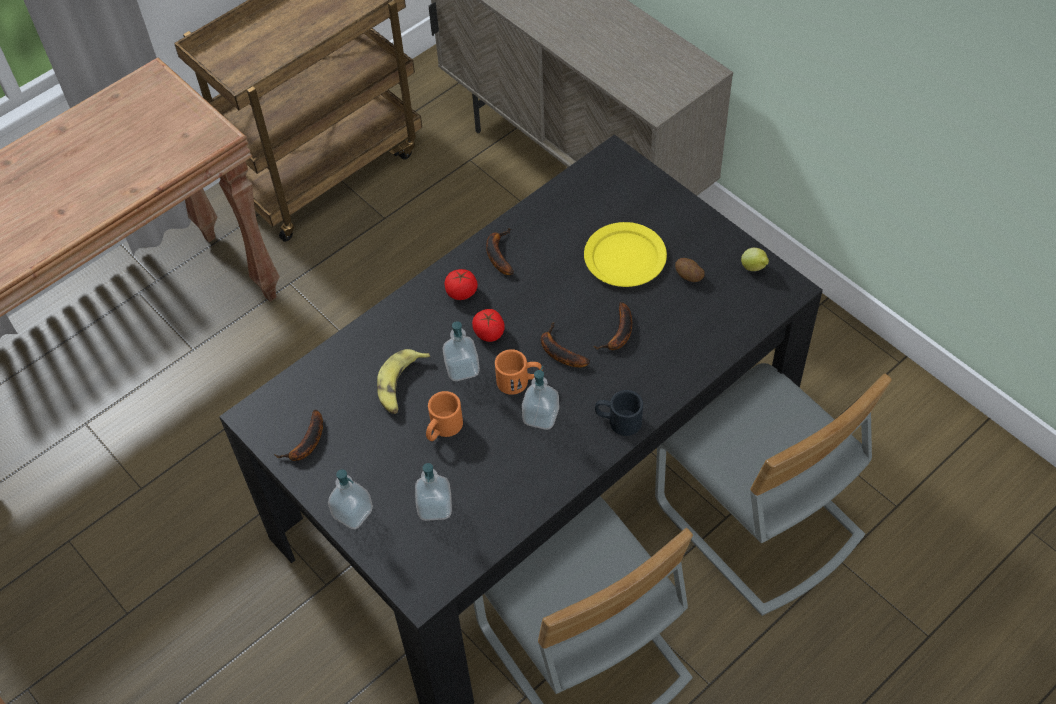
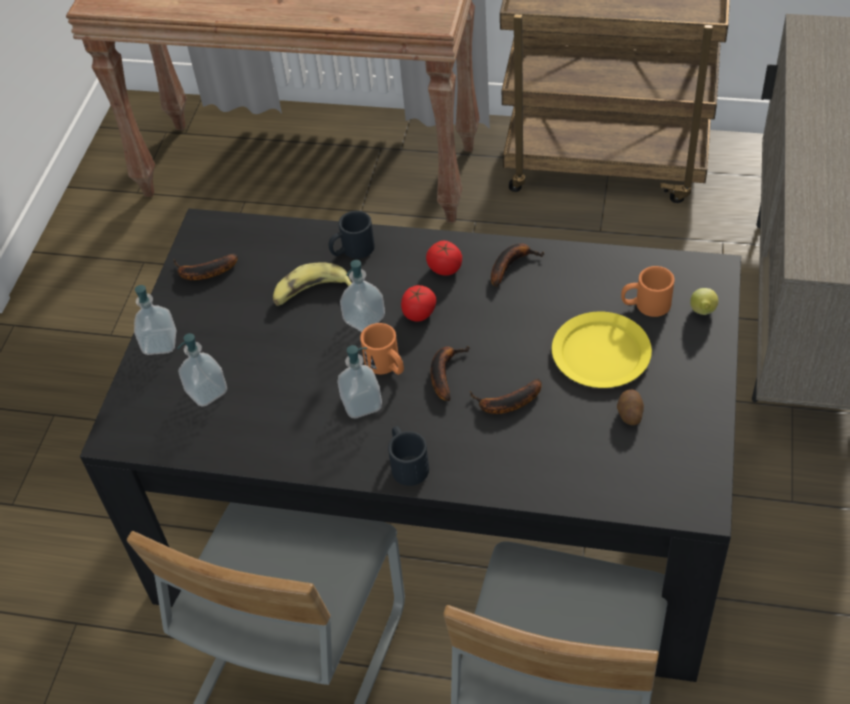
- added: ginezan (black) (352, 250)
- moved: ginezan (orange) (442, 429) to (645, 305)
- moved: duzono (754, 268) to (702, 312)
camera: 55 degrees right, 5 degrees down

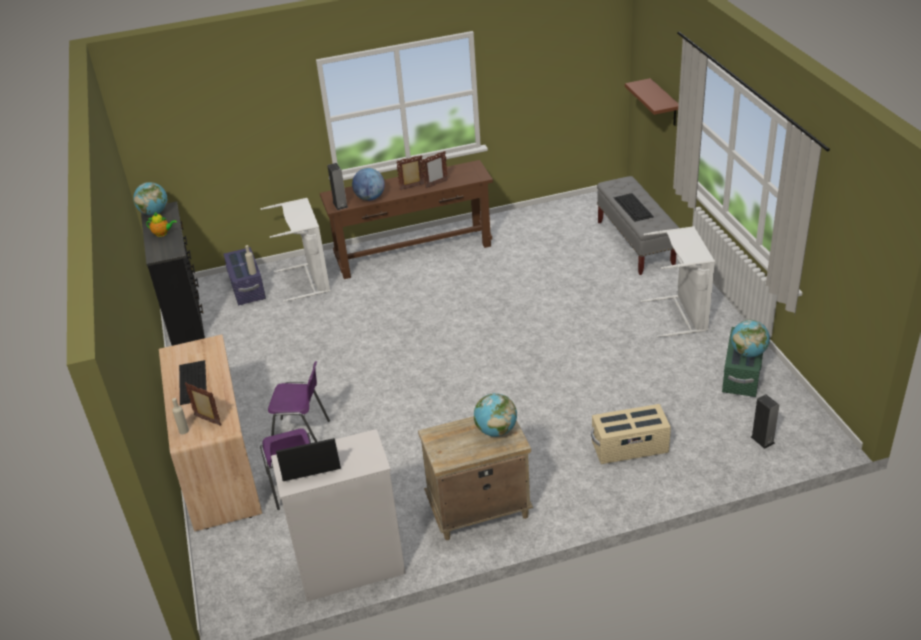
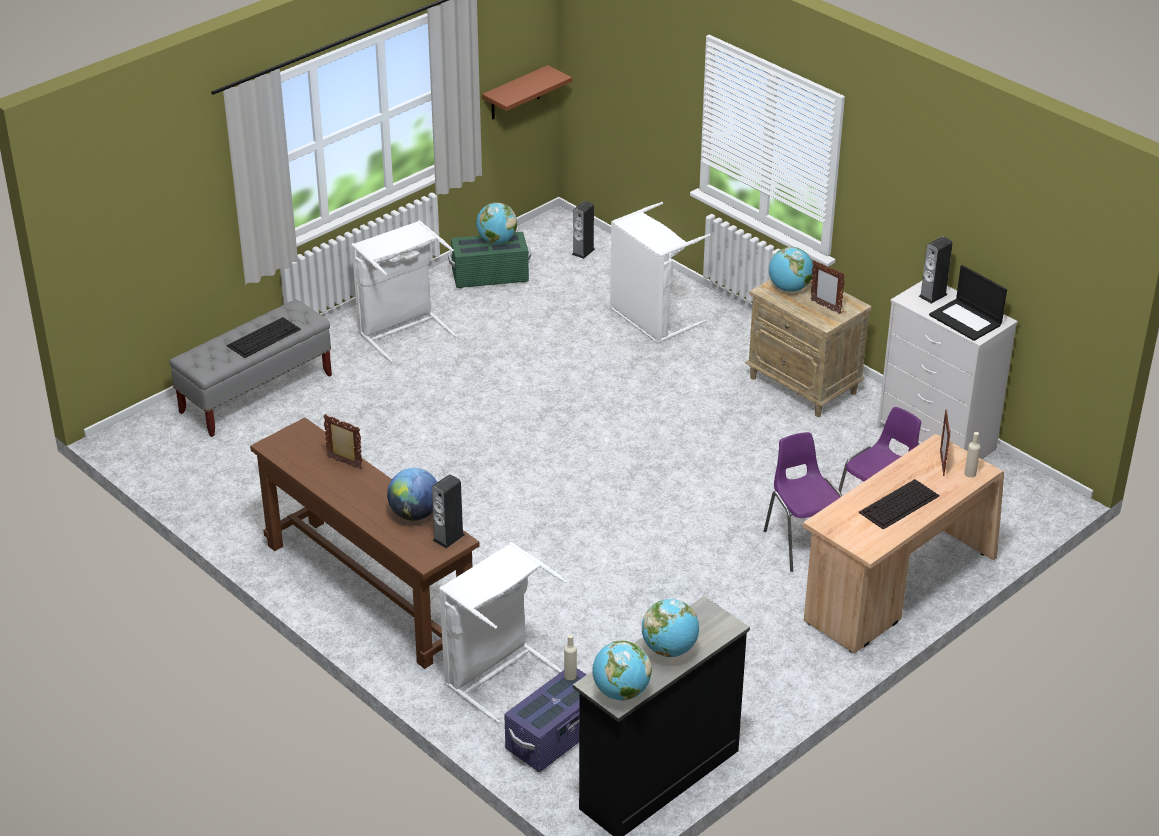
- added: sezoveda (933, 295)
- moved: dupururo (412, 187) to (825, 307)
- moved: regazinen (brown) (664, 103) to (515, 93)
- replaced: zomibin (162, 234) to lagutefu (669, 649)
- replaced: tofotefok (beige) (630, 448) to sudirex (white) (649, 319)
camera: 120 degrees left, 0 degrees up

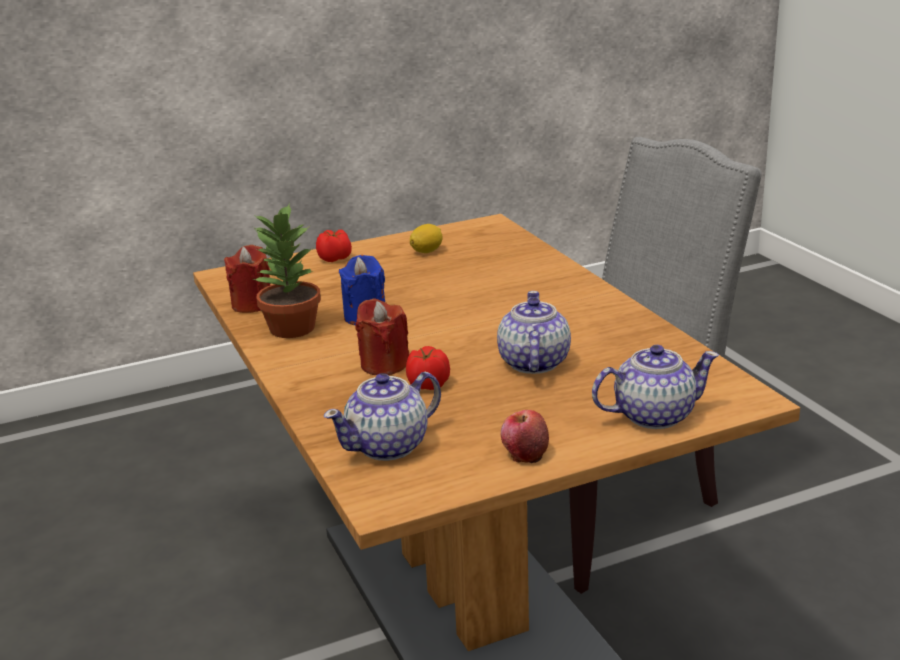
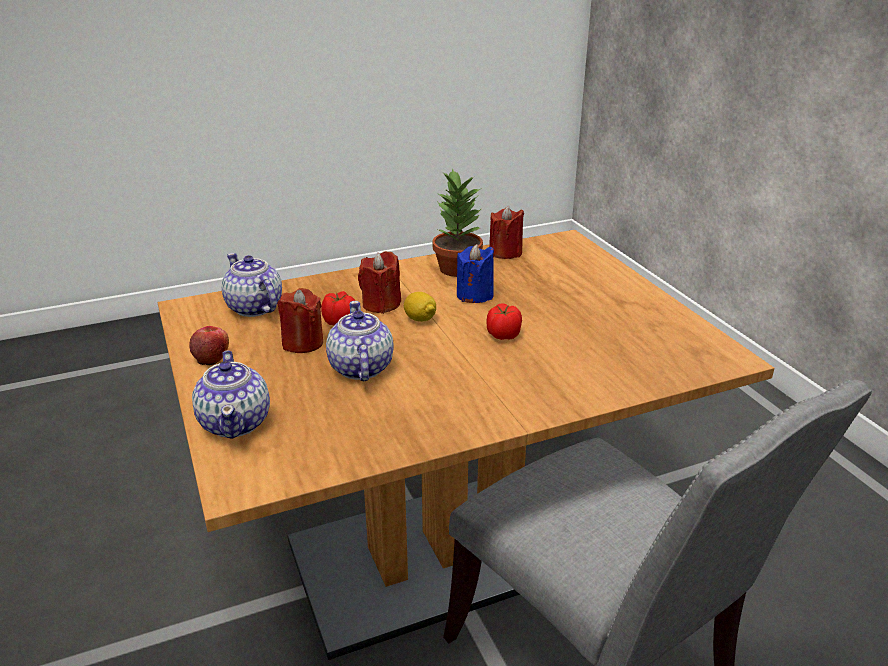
- added: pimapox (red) (302, 343)
- moved: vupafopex (335, 259) to (503, 335)
- moved: duzono (427, 251) to (420, 319)
- turned: zomibin (533, 363) = (360, 368) 105 degrees counterclockwise
camera: 90 degrees right, 5 degrees up

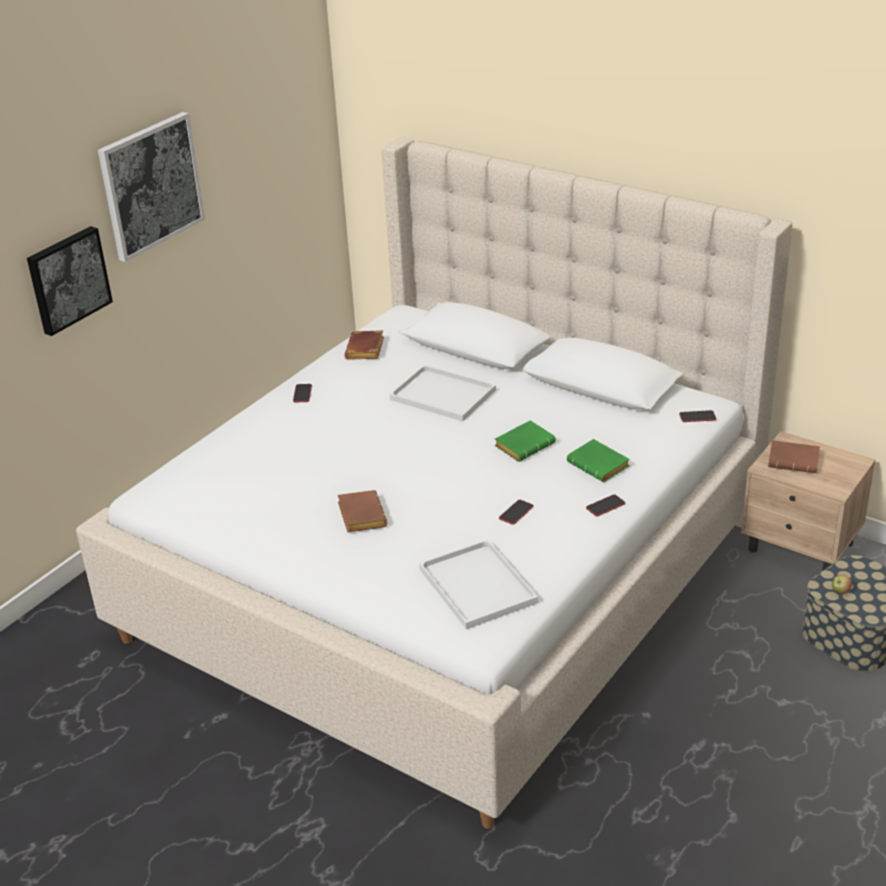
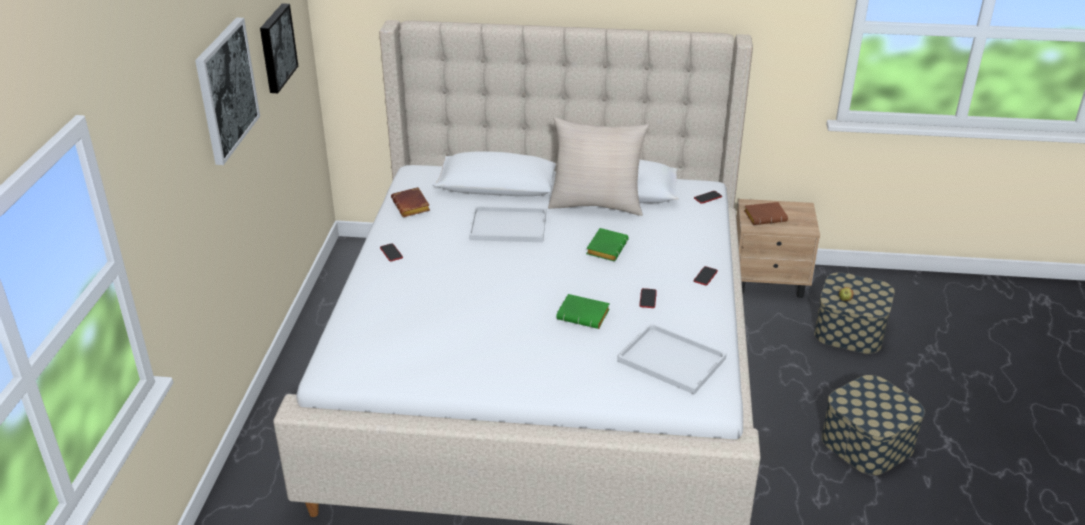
- removed: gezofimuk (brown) (360, 515)
- added: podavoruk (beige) (596, 204)
- added: tofotefok (867, 442)
- moved: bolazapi (67, 279) to (275, 47)
- moved: gezofimuk (green) (600, 465) to (584, 315)
camera: 30 degrees left, 0 degrees up

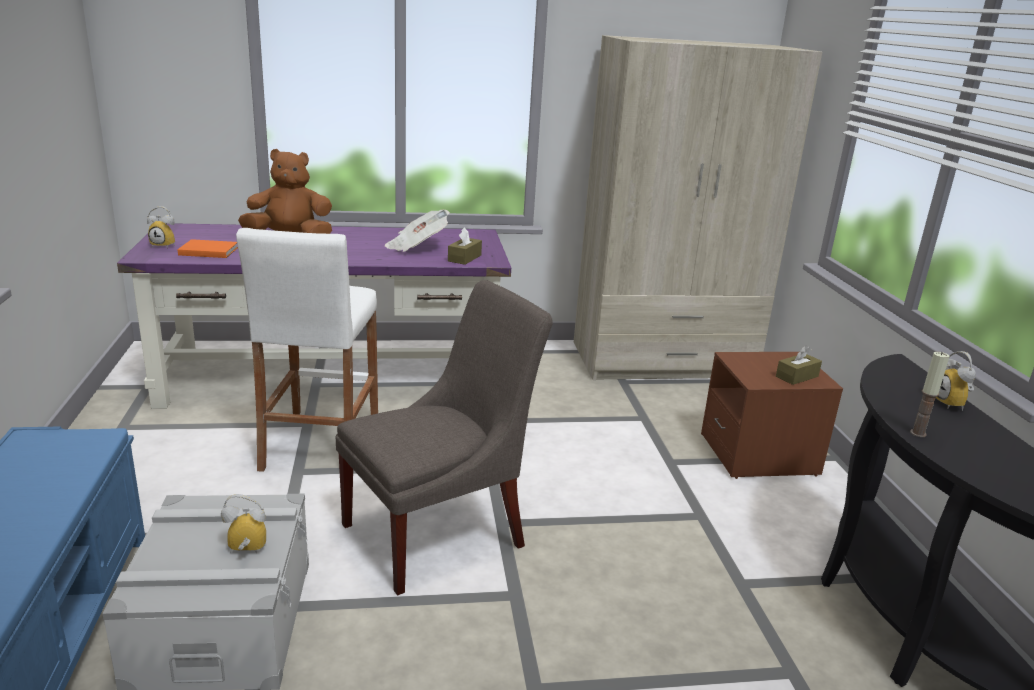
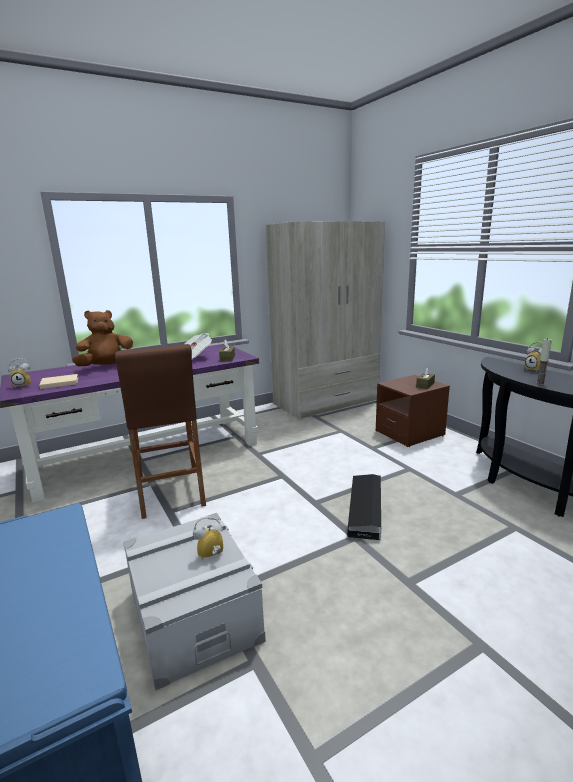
- removed: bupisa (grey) (440, 533)
- added: tofotefok (black) (365, 510)
- recoloured: gezofimuk (orange) (207, 251) to gezofimuk (beige) (58, 383)
- recoloured: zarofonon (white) (320, 443) to zarofonon (brown) (170, 492)
camera: 20 degrees left, 5 degrees down

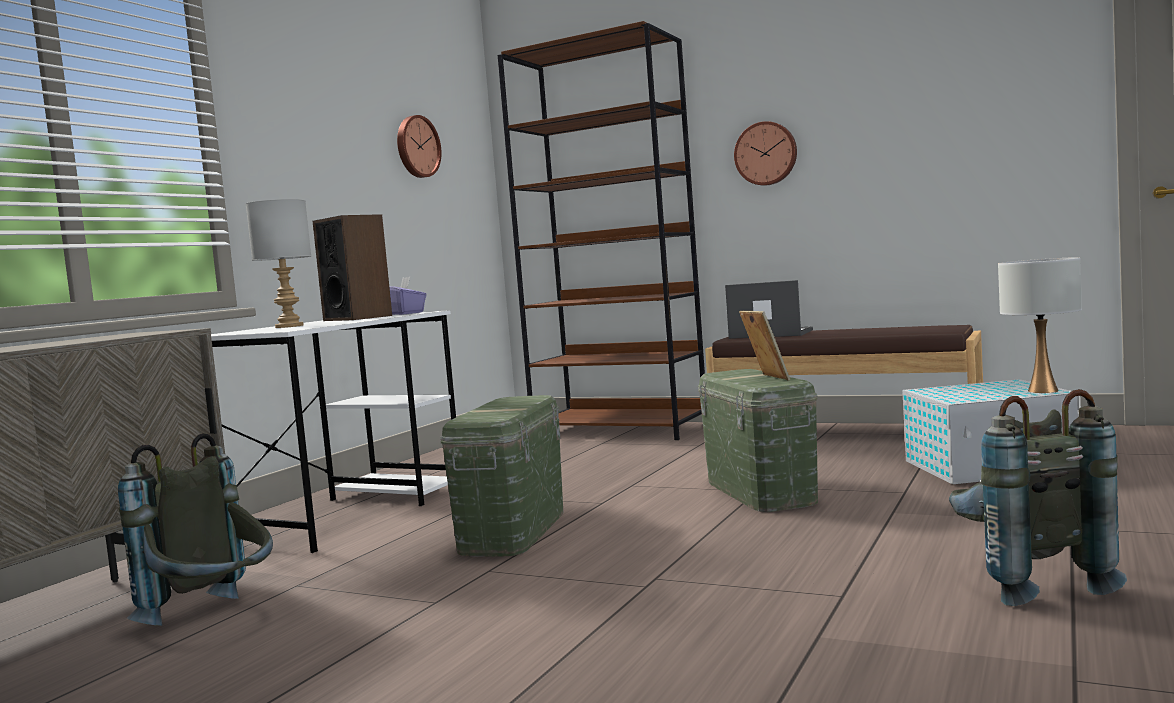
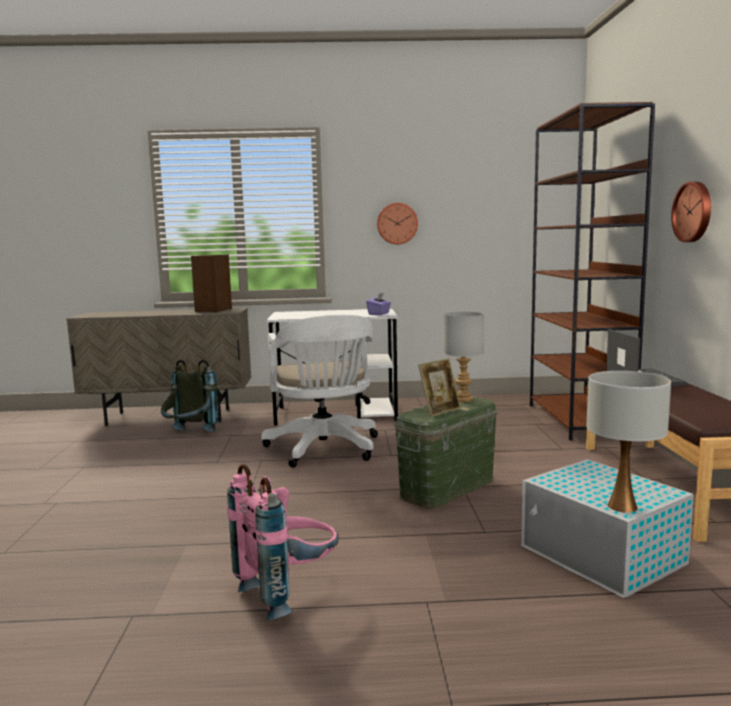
- moved: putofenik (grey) (288, 326) to (462, 399)
- moved: sezoveda (357, 318) to (214, 310)
- moved: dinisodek (416, 147) to (397, 223)
- replaced: tofotefok (green) (514, 531) to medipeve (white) (325, 450)
- recoloured: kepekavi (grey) (1025, 581) to kepekavi (pink) (289, 592)
camera: 60 degrees right, 5 degrees up

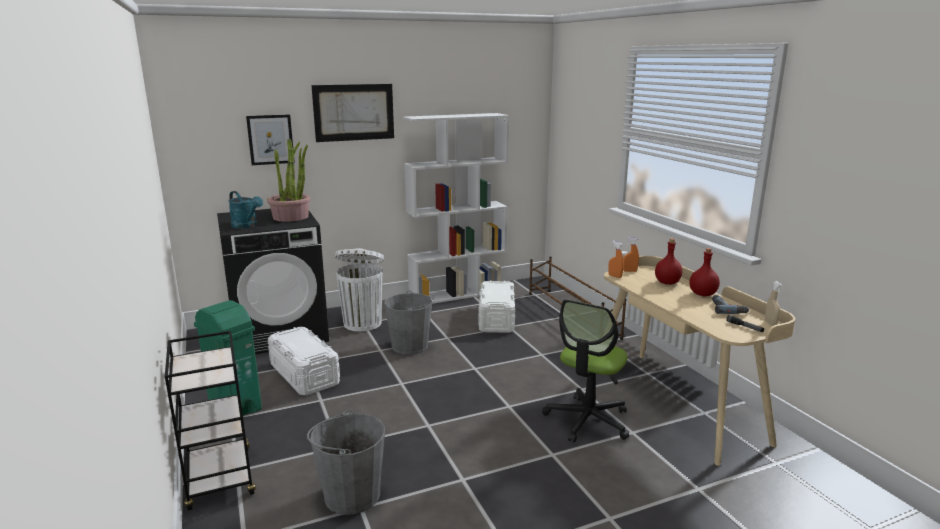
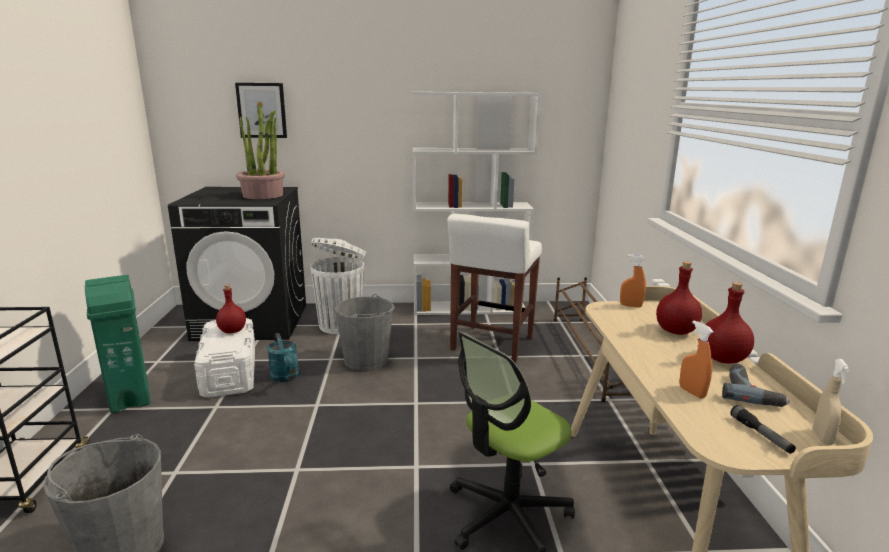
- removed: bolazapi (354, 112)
- added: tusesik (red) (233, 331)
- moved: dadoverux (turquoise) (247, 226) to (286, 377)
- moved: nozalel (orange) (615, 276) to (692, 392)
- replaced: tofotefok (white) (496, 319) to zarofonon (white) (491, 344)
camera: 20 degrees right, 0 degrees up

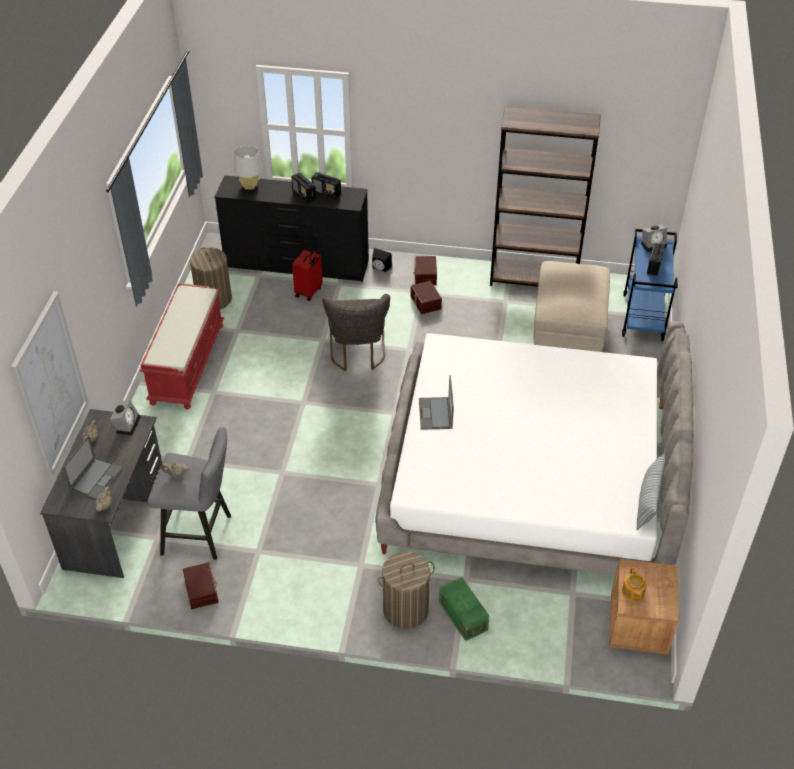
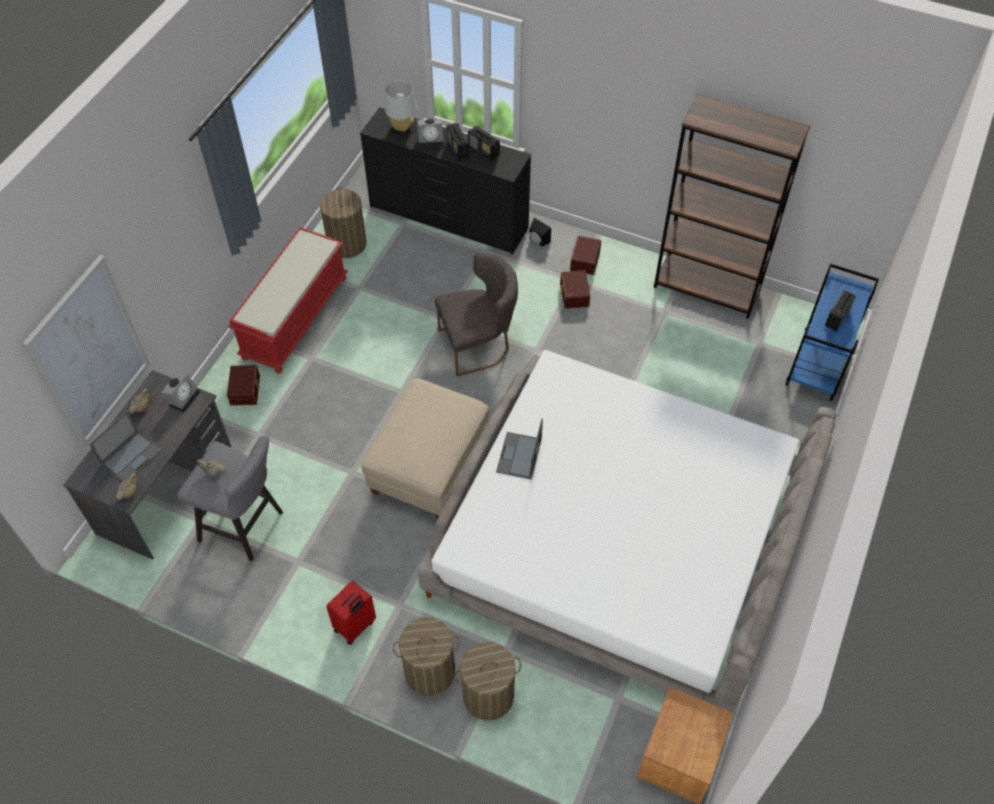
- removed: zomibin (632, 592)
- removed: podavoruk (648, 501)
- moved: tofotefok (brown) (202, 590) to (246, 390)
- moved: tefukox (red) (309, 292) to (355, 626)
- moved: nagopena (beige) (568, 329) to (429, 466)
- moved: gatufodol (653, 244) to (431, 140)
- replaced: tofotefok (green) (462, 617) to sudirex (488, 696)
- turned: bupisa (grey) (357, 354) = (478, 344) 120 degrees counterclockwise
camera: 15 degrees right, 10 degrees up

